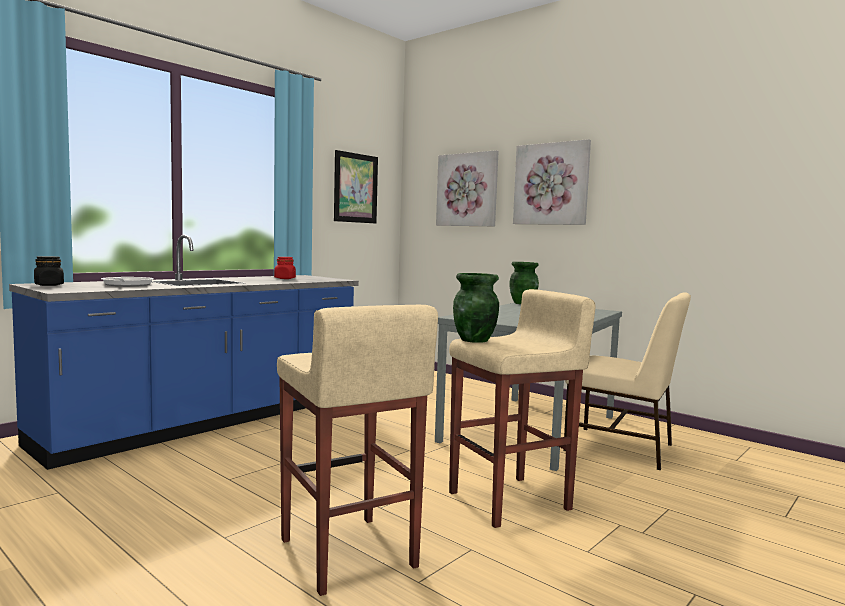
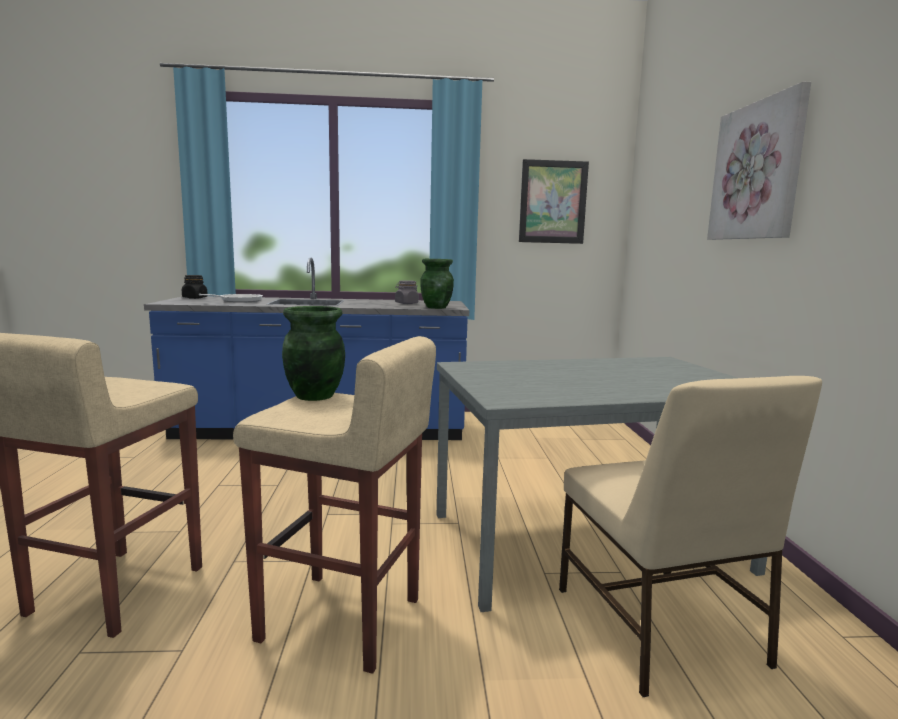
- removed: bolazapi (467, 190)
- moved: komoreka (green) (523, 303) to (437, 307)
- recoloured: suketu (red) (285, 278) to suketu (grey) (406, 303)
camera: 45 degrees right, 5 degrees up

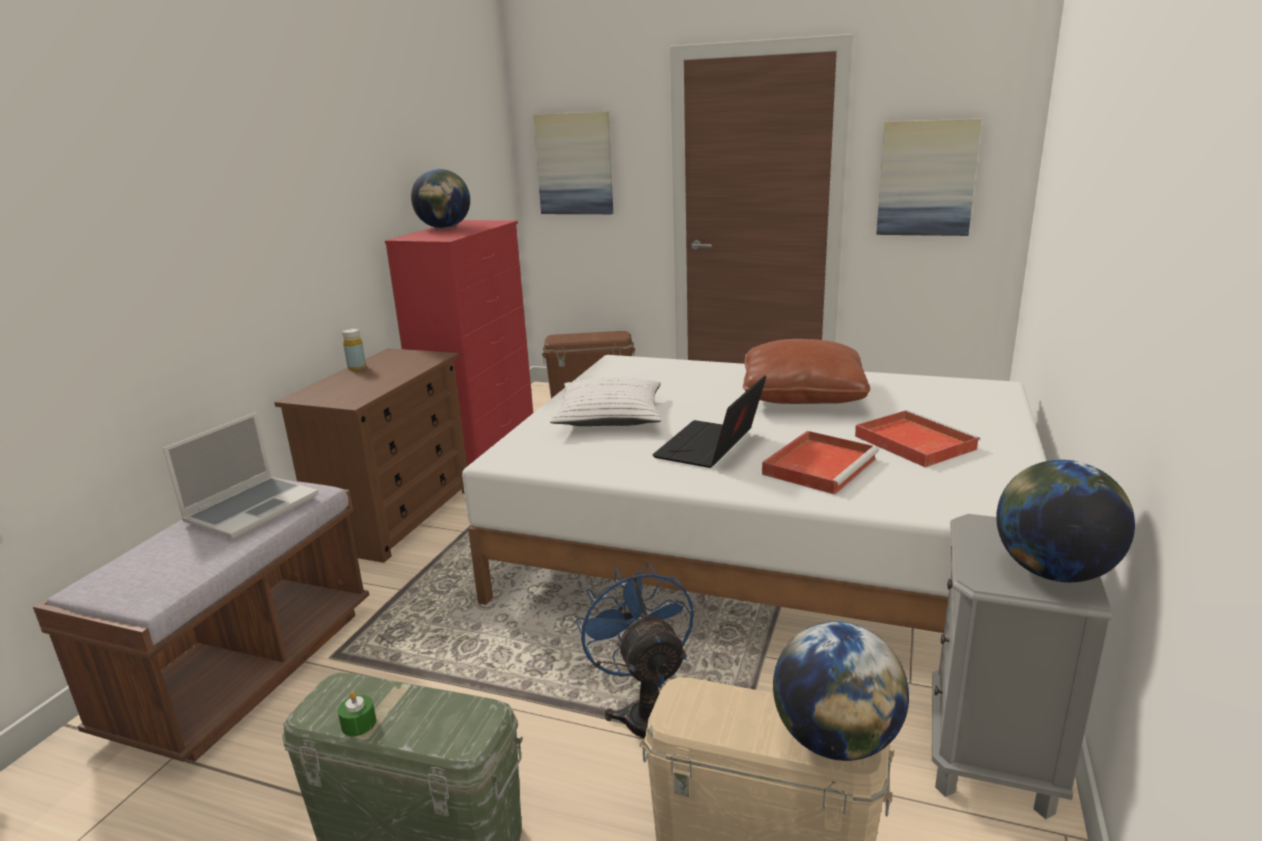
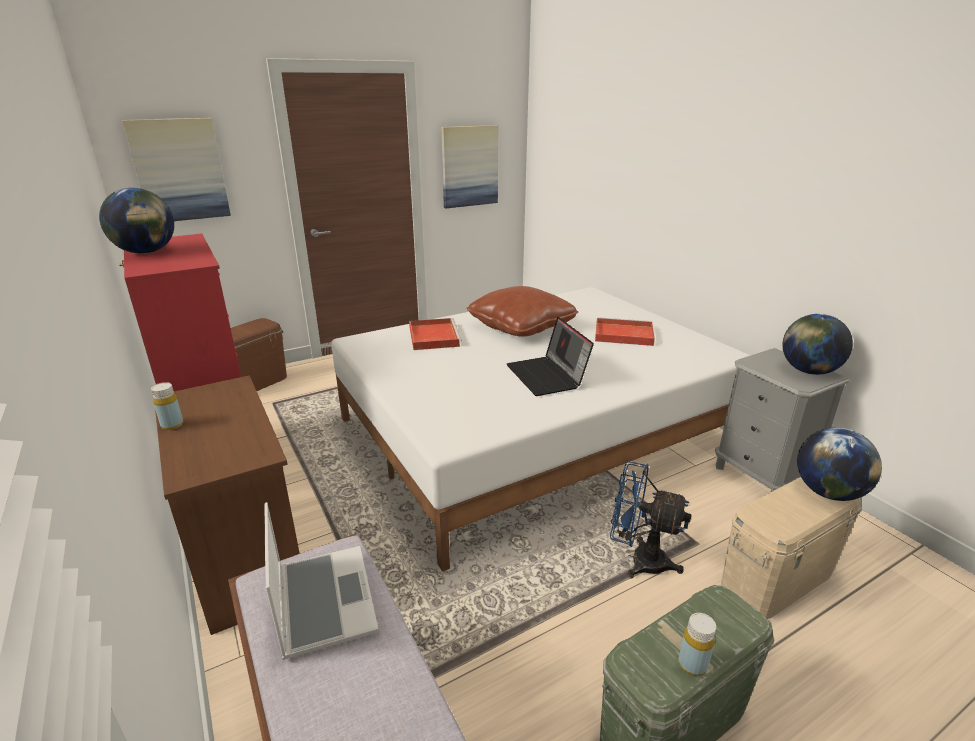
- removed: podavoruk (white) (610, 416)
- moved: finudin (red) (820, 465) to (433, 336)
- replaced: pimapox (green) (359, 724) to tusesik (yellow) (692, 664)
camera: 50 degrees left, 5 degrees up

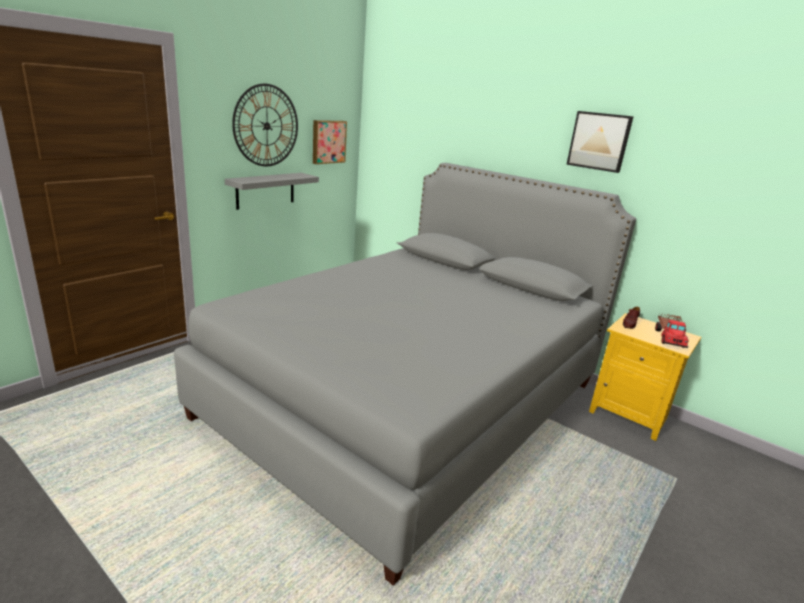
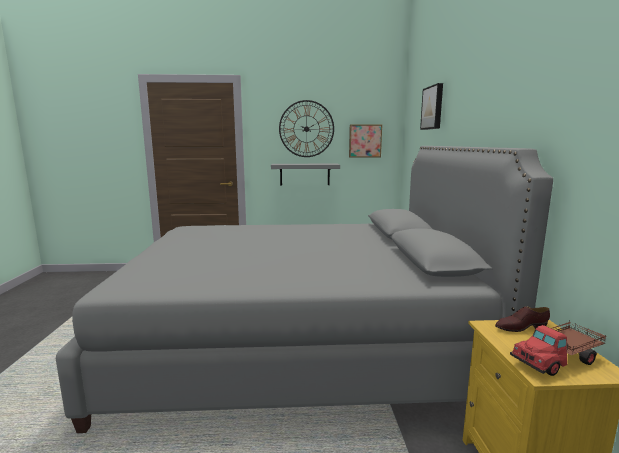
- moved: bolazapi (599, 141) to (433, 108)
camera: 50 degrees right, 10 degrees down

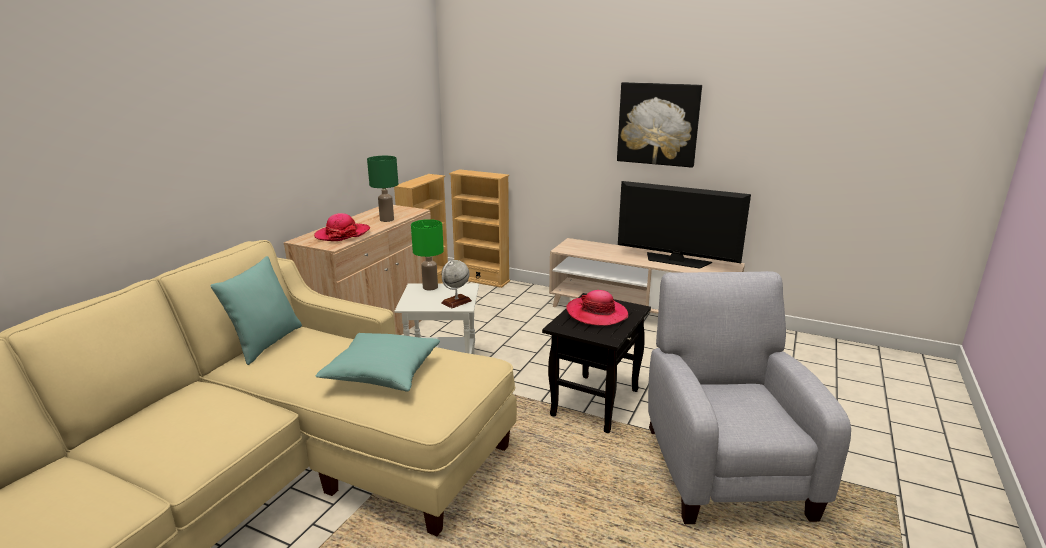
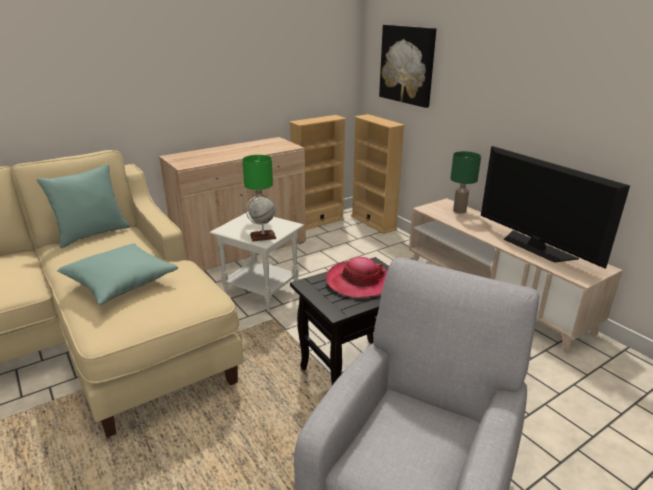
- removed: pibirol (342, 234)
- moved: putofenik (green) (387, 220) to (460, 211)
- moved: bolazapi (658, 124) to (407, 65)
camera: 30 degrees right, 5 degrees up

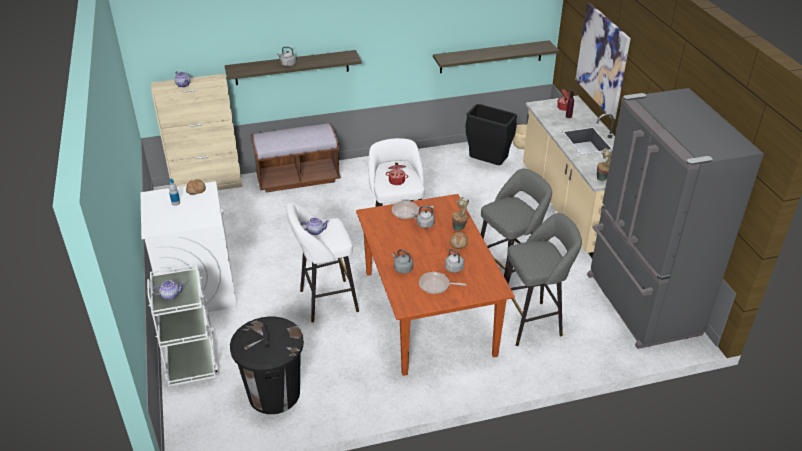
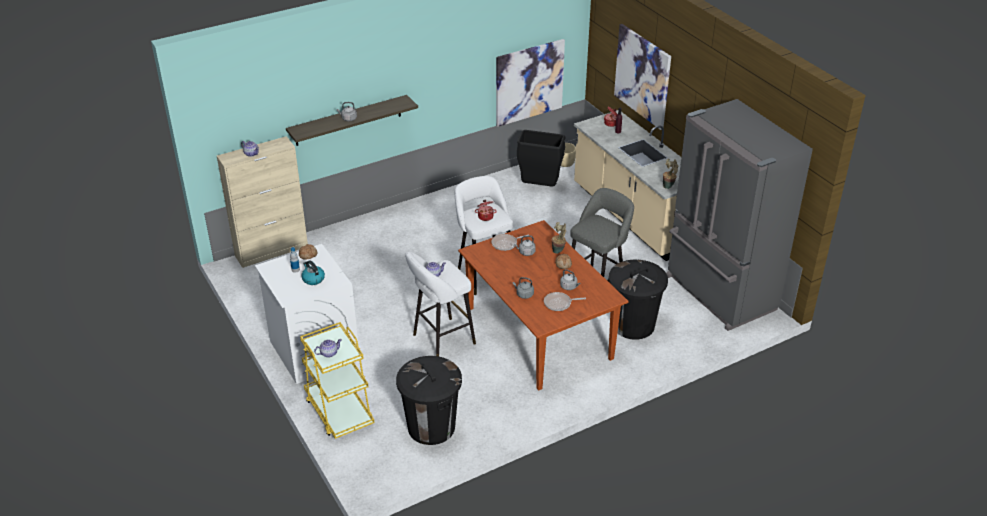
- removed: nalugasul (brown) (298, 178)
- added: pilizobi (313, 279)
- replaced: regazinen (491, 56) to bolazapi (529, 82)
- replaced: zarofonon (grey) (533, 322) to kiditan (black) (633, 325)
- recoloured: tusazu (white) (191, 357) to tusazu (yellow) (339, 411)
camera: 15 degrees left, 0 degrees up

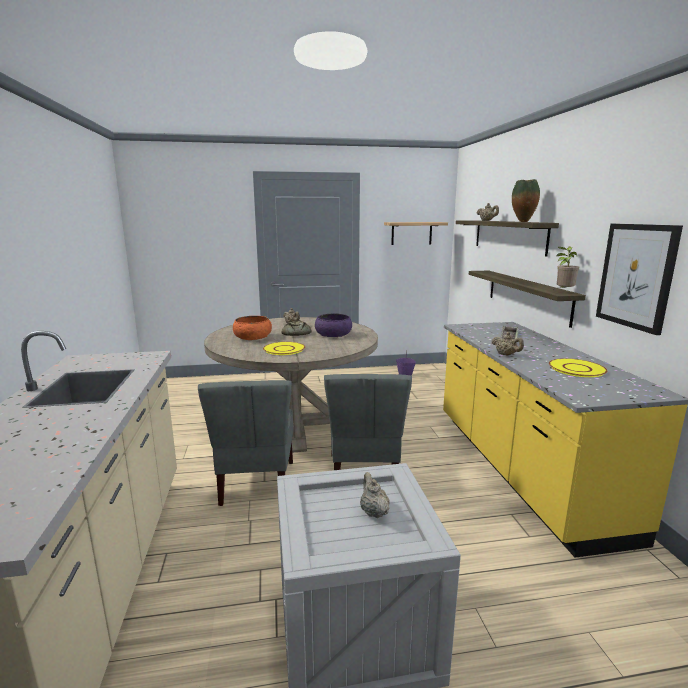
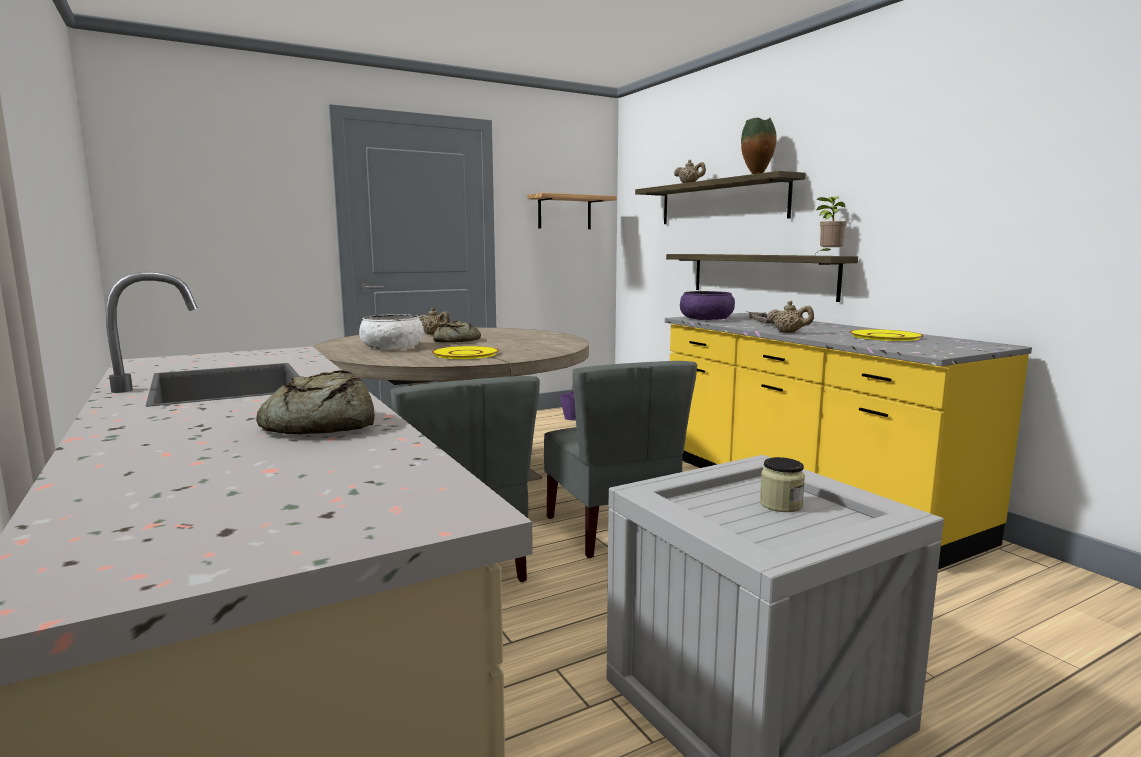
- removed: bolazapi (636, 276)
- added: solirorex (318, 424)
- moved: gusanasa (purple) (333, 334) to (706, 318)
- replaced: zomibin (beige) (373, 511) to suketu (781, 505)
- recoloured: gusanasa (orange) (253, 337) to gusanasa (white) (392, 347)
camera: 20 degrees left, 5 degrees down

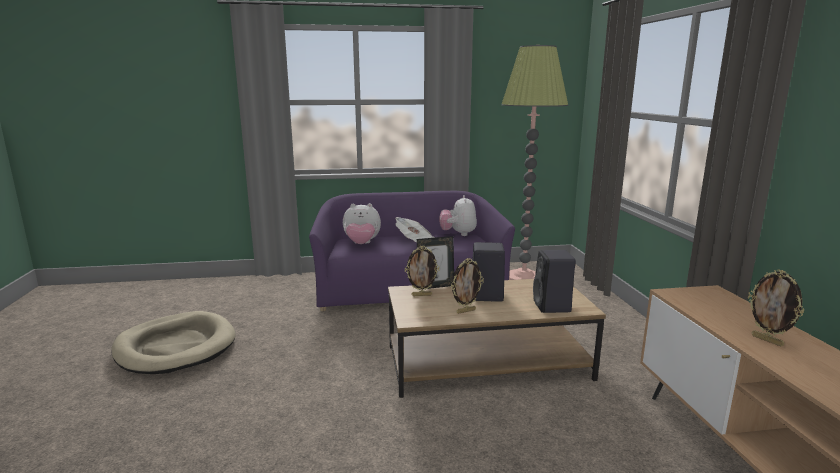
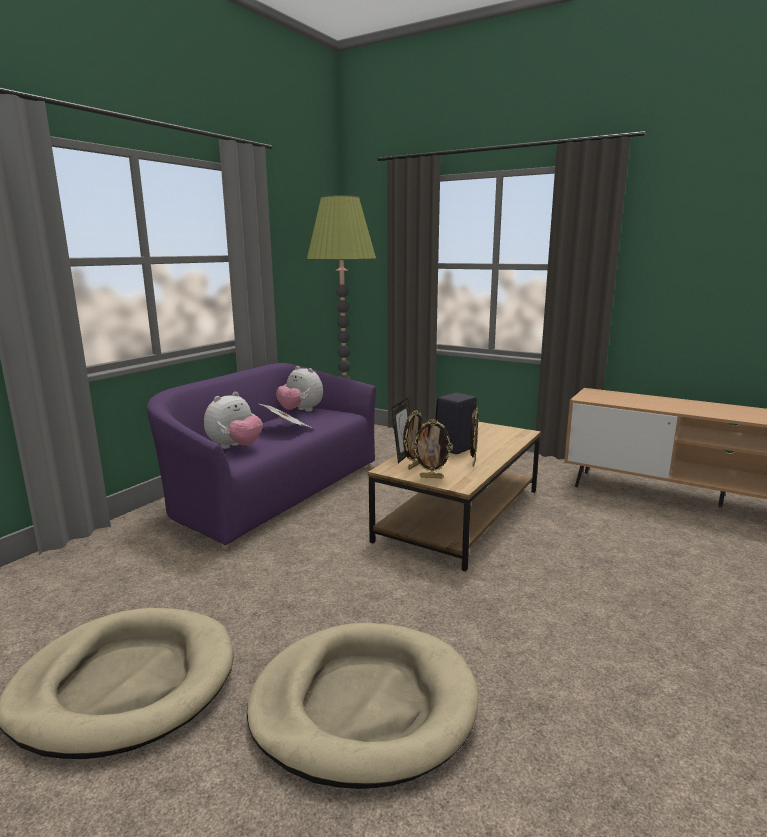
- removed: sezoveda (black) (552, 307)
- added: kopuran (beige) (363, 705)
- moved: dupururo (767, 340) to (431, 477)
camera: 50 degrees left, 0 degrees up

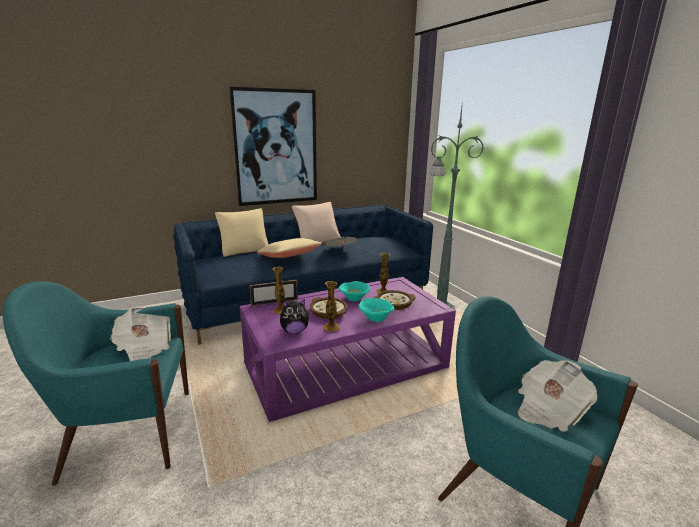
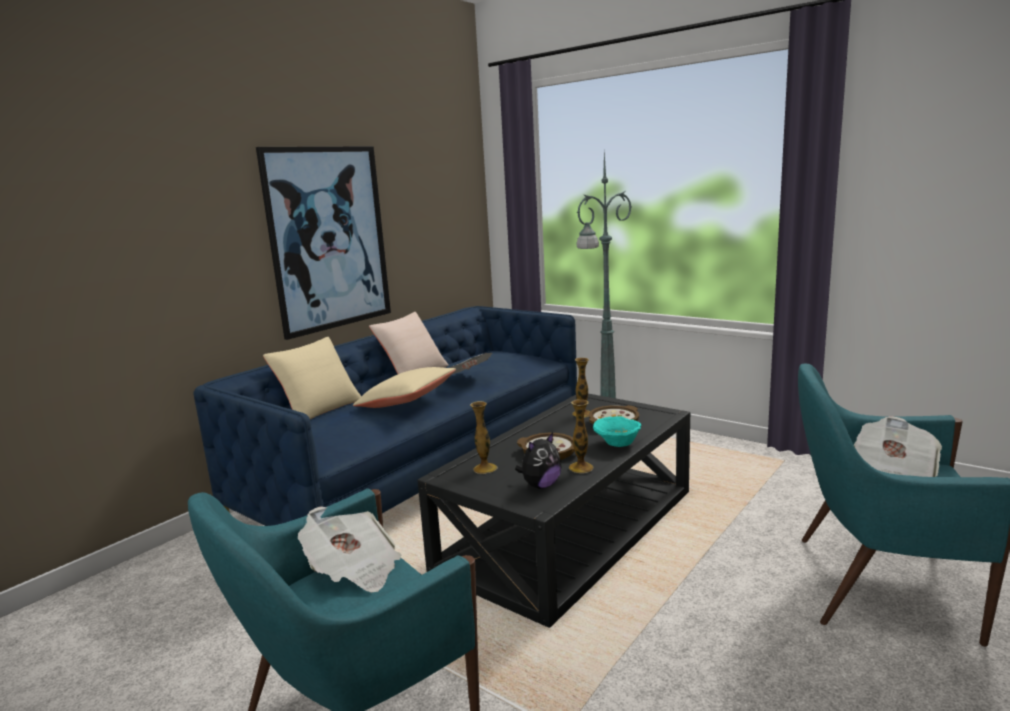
- removed: dupururo (274, 302)
- removed: gusanasa (turquoise) (353, 299)
- recoloured: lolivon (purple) (346, 364) to lolivon (black) (568, 528)
camera: 25 degrees left, 5 degrees down

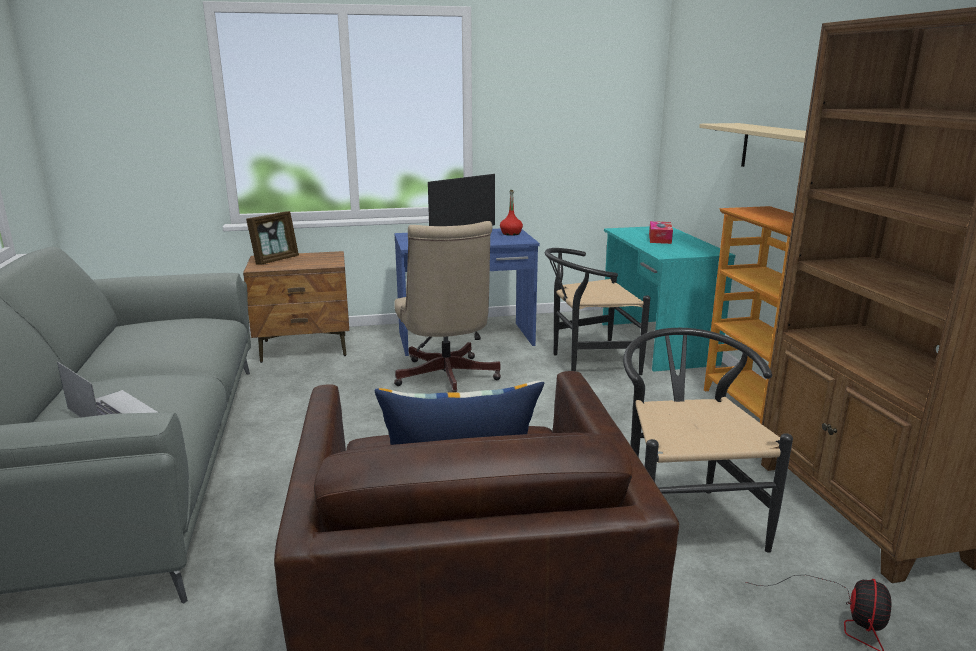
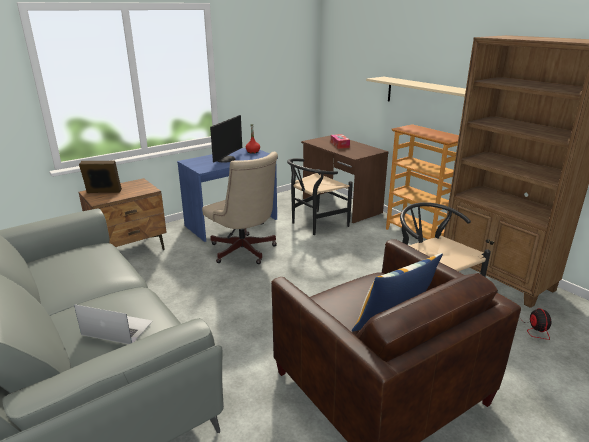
- recoloured: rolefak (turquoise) (655, 343) to rolefak (brown) (340, 205)
- turned: dupururo (275, 260) = (103, 192) 105 degrees counterclockwise
camera: 25 degrees left, 5 degrees up

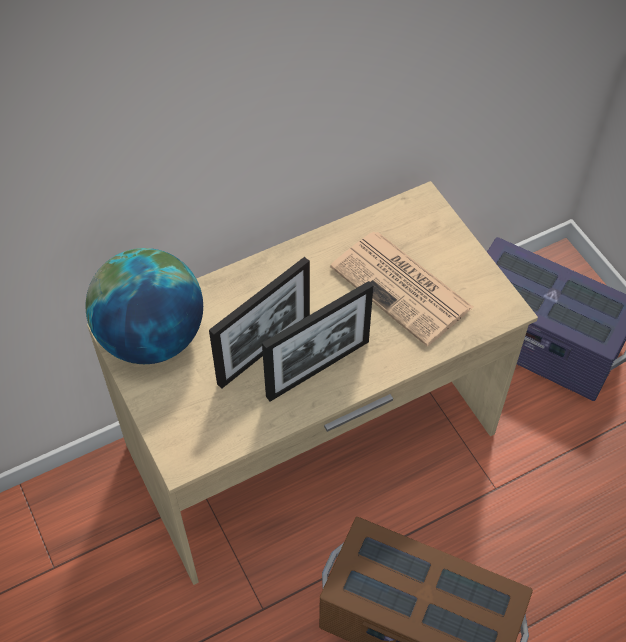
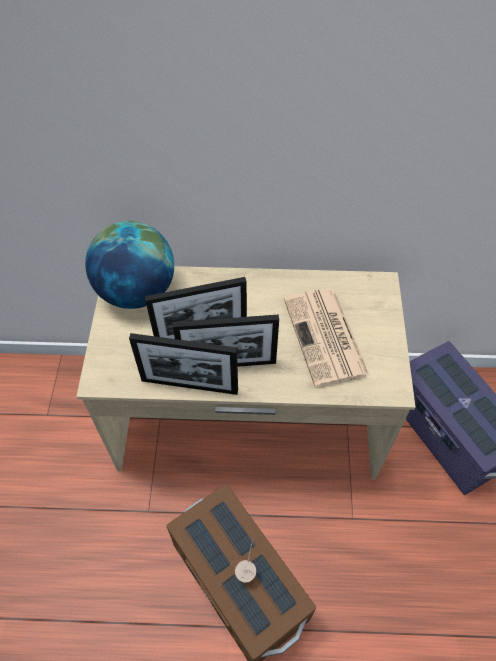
- added: dupururo (189, 385)
- added: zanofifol (247, 567)
camera: 30 degrees right, 0 degrees up

